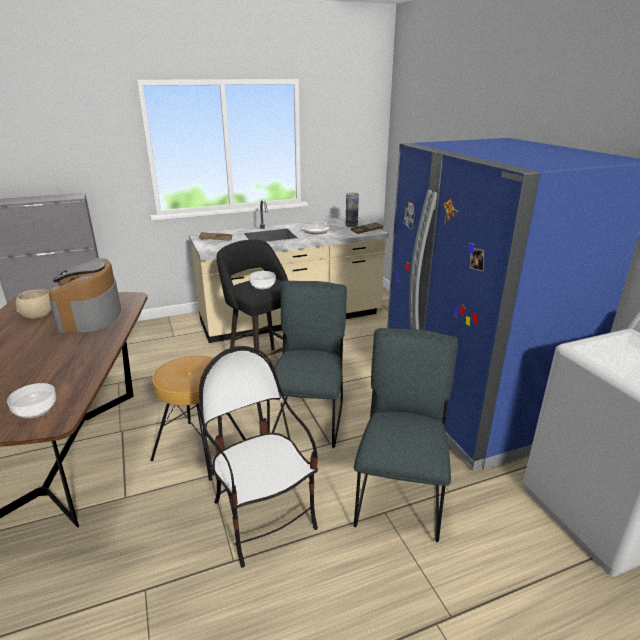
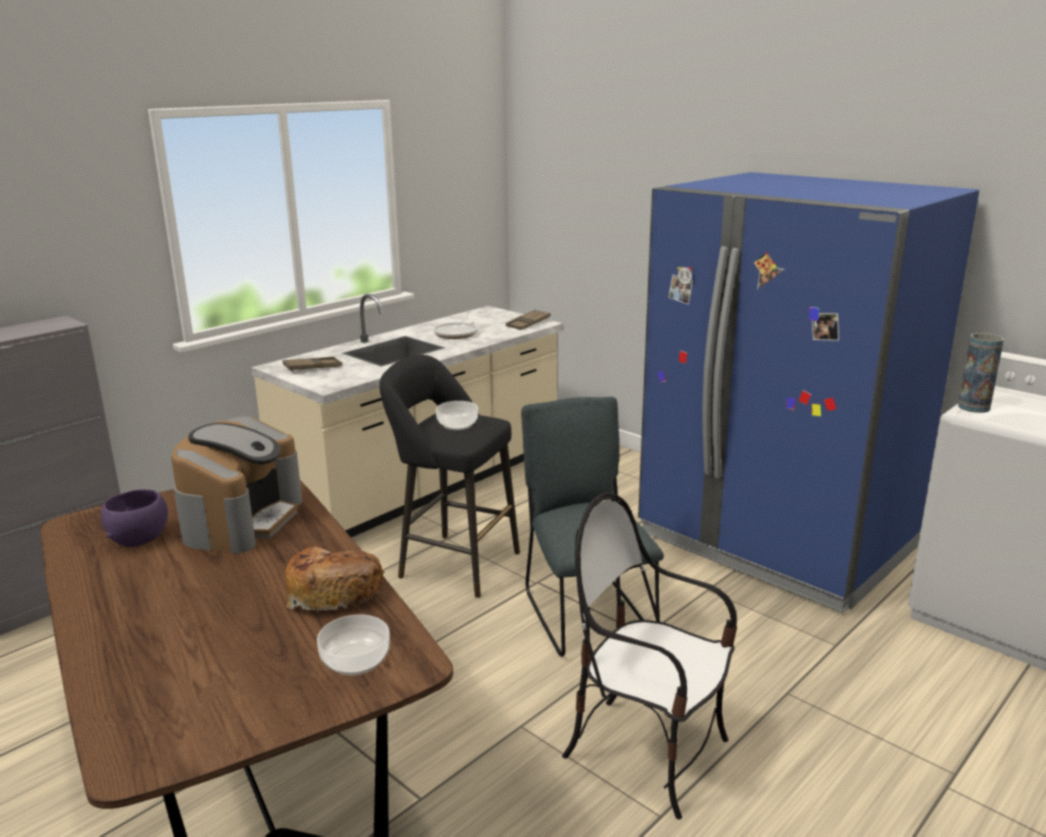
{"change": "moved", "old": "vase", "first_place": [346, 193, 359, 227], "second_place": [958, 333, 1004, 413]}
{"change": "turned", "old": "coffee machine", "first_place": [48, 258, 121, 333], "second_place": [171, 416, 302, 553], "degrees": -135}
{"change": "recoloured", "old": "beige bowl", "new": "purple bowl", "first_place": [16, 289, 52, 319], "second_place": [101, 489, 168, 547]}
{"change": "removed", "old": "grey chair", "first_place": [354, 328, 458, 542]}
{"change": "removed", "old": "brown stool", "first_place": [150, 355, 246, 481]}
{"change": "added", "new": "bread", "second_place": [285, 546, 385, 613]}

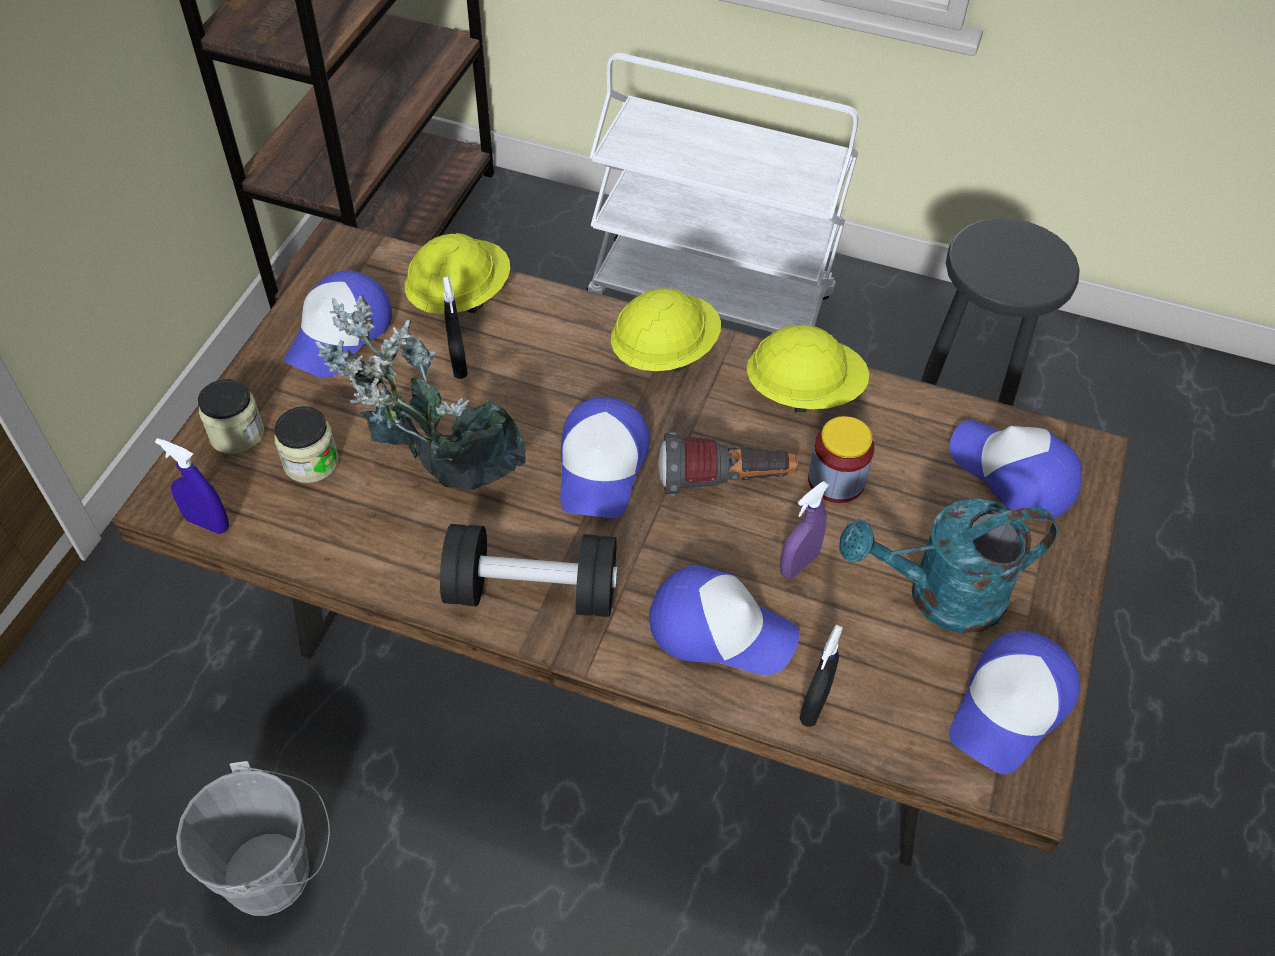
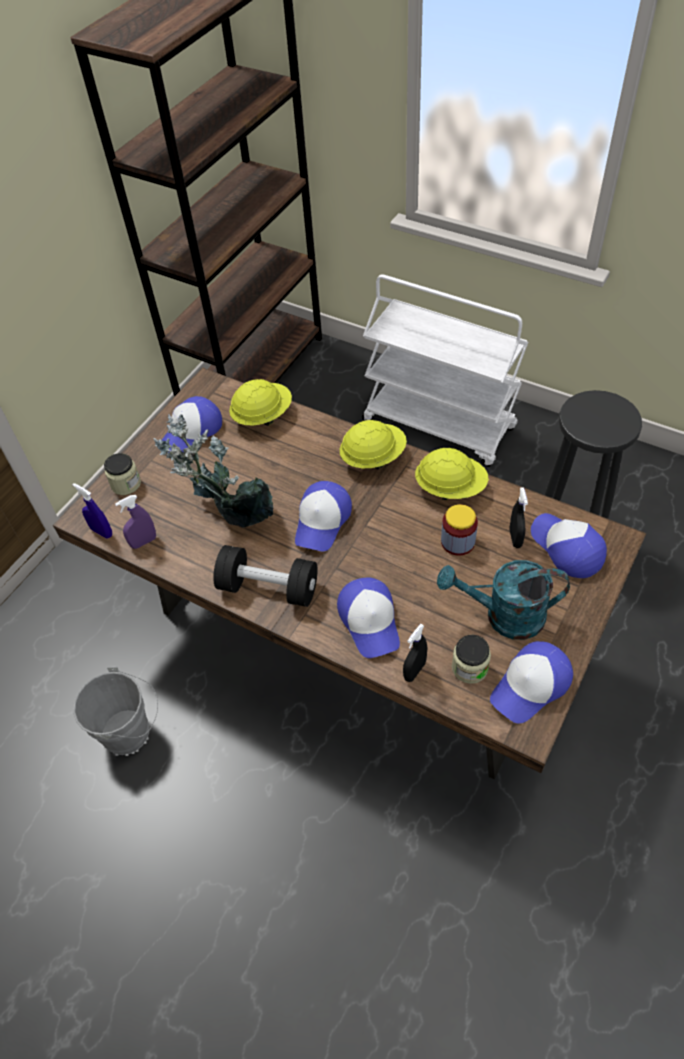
{"change": "moved", "old": "black spray bottle", "first_place": [443, 276, 468, 379], "second_place": [509, 487, 528, 548]}
{"change": "moved", "old": "jar", "first_place": [274, 406, 339, 483], "second_place": [452, 635, 491, 684]}
{"change": "removed", "old": "flashlight", "first_place": [658, 432, 799, 496]}
{"change": "moved", "old": "purple spray bottle", "first_place": [780, 481, 829, 579], "second_place": [115, 495, 156, 549]}
{"change": "turned", "old": "cap", "first_place": [649, 566, 799, 675], "second_place": [337, 578, 400, 658], "degrees": 45}

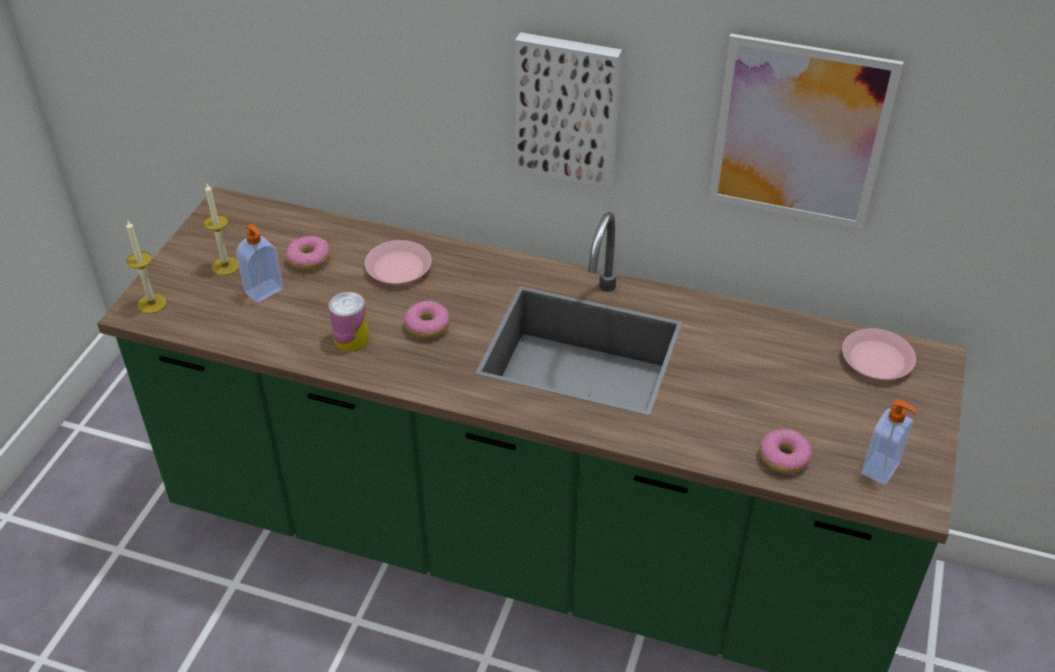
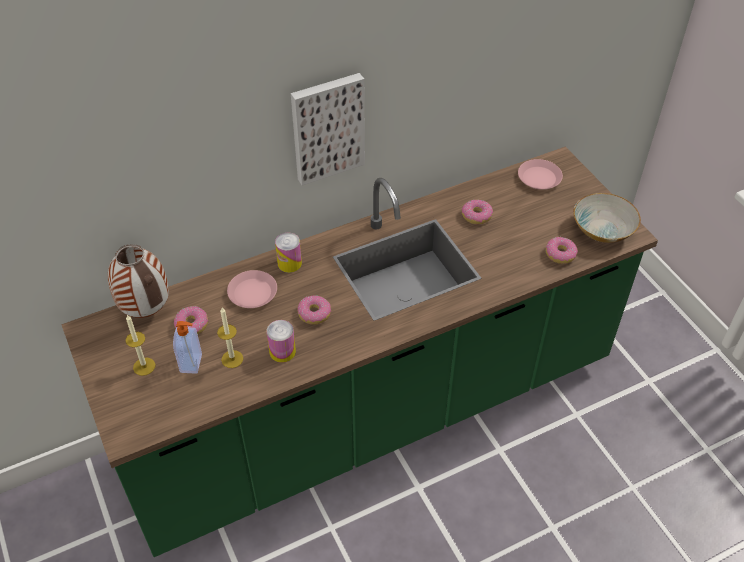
{"change": "removed", "old": "picture", "first_place": [709, 34, 903, 229]}
{"change": "moved", "old": "candle", "first_place": [126, 221, 167, 314], "second_place": [217, 308, 243, 368]}
{"change": "replaced", "old": "soap dispenser", "new": "bowl", "first_place": [861, 399, 917, 485], "second_place": [574, 193, 641, 243]}
{"change": "added", "new": "donut", "second_place": [462, 200, 493, 224]}
{"change": "added", "new": "can", "second_place": [275, 233, 302, 273]}
{"change": "added", "new": "vase", "second_place": [108, 244, 169, 318]}

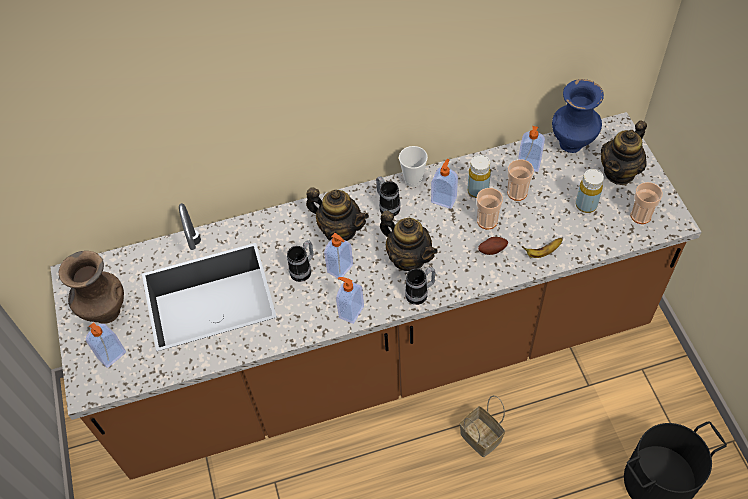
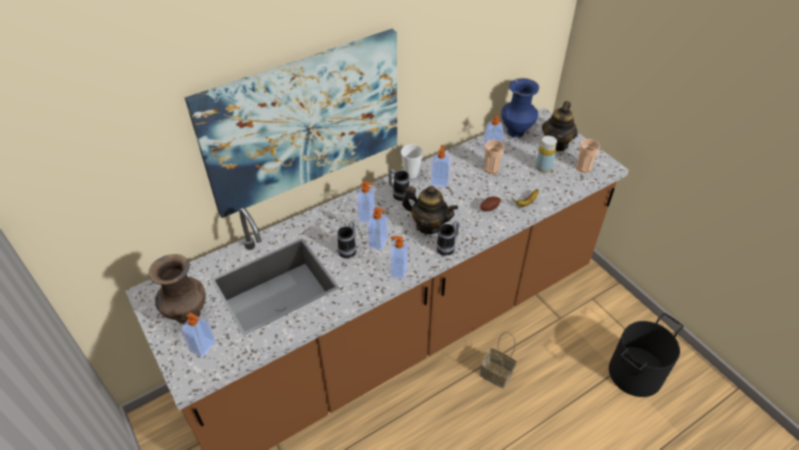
{"change": "removed", "old": "yellow bottle", "first_place": [467, 155, 491, 198]}
{"change": "replaced", "old": "teapot", "new": "soap dispenser", "first_place": [306, 187, 369, 241], "second_place": [357, 181, 375, 223]}
{"change": "removed", "old": "cup", "first_place": [477, 188, 503, 230]}
{"change": "added", "new": "picture", "second_place": [185, 29, 397, 218]}

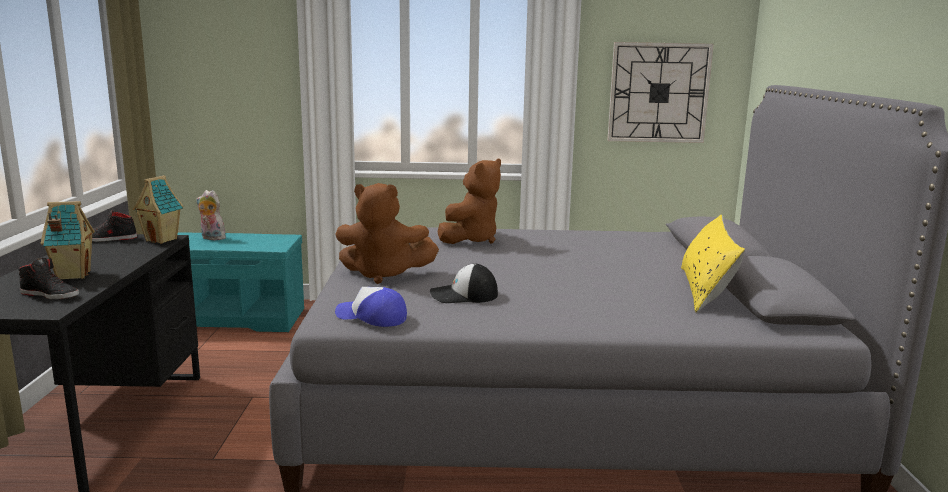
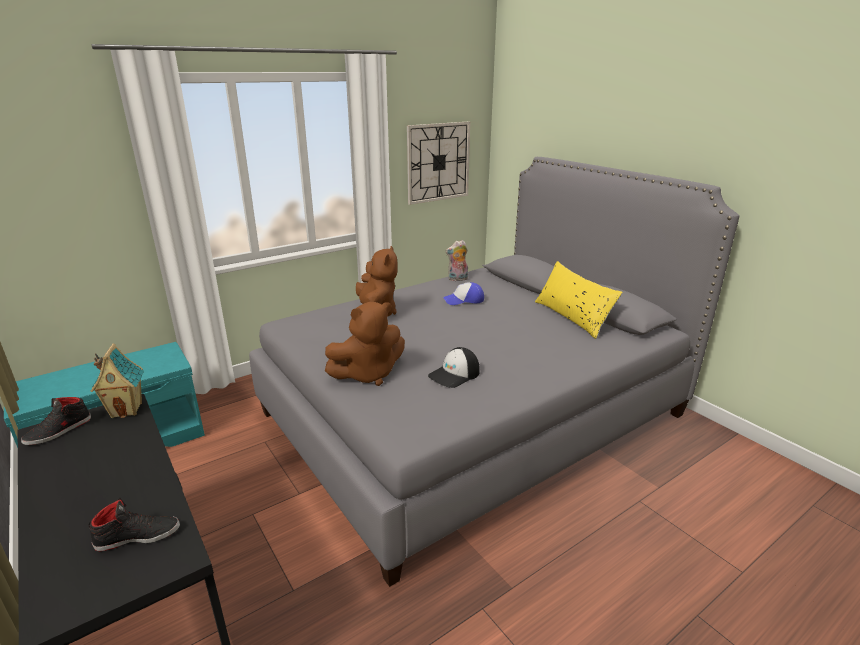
{"change": "moved", "old": "plush toy", "first_place": [196, 190, 226, 240], "second_place": [445, 240, 468, 281]}
{"change": "removed", "old": "toy house", "first_place": [41, 201, 95, 279]}
{"change": "moved", "old": "cap", "first_place": [335, 287, 407, 327], "second_place": [443, 282, 484, 305]}

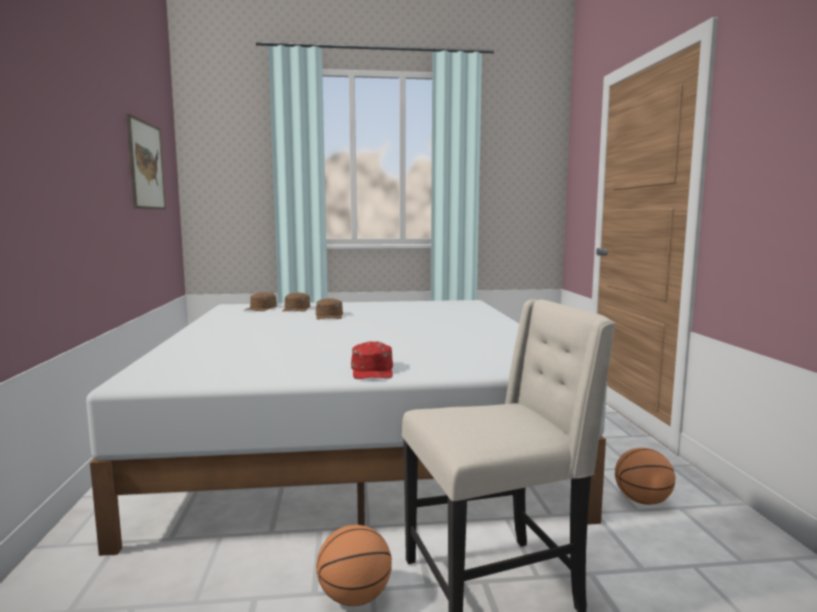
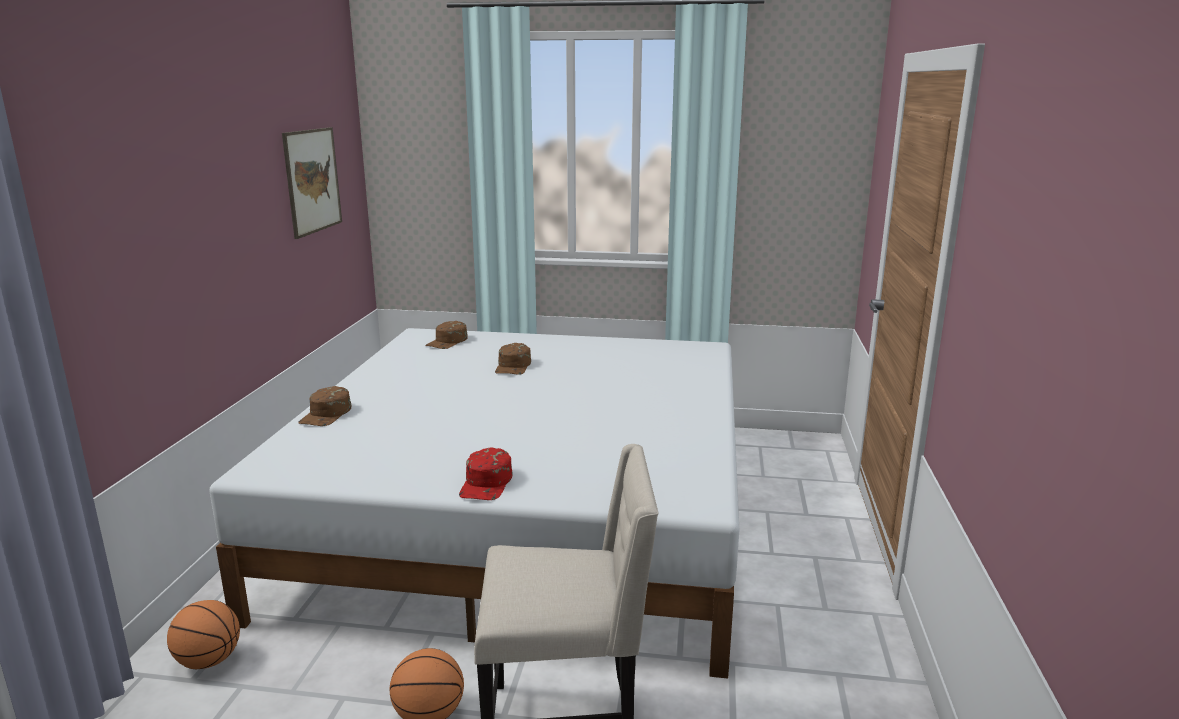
{"change": "moved", "old": "brown cap", "first_place": [282, 293, 310, 312], "second_place": [298, 386, 351, 426]}
{"change": "moved", "old": "basketball", "first_place": [615, 448, 675, 505], "second_place": [167, 600, 240, 669]}

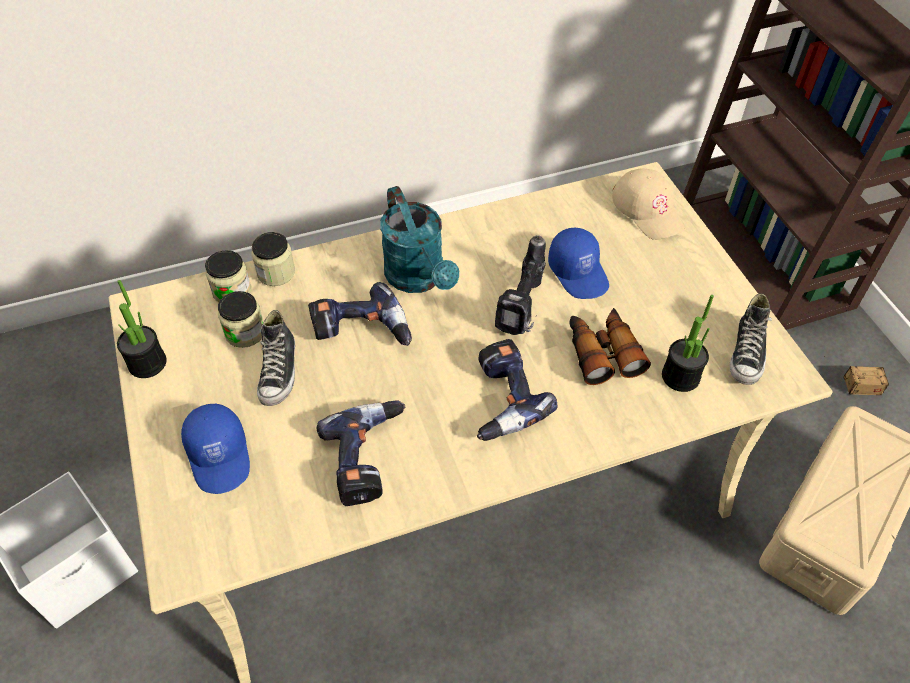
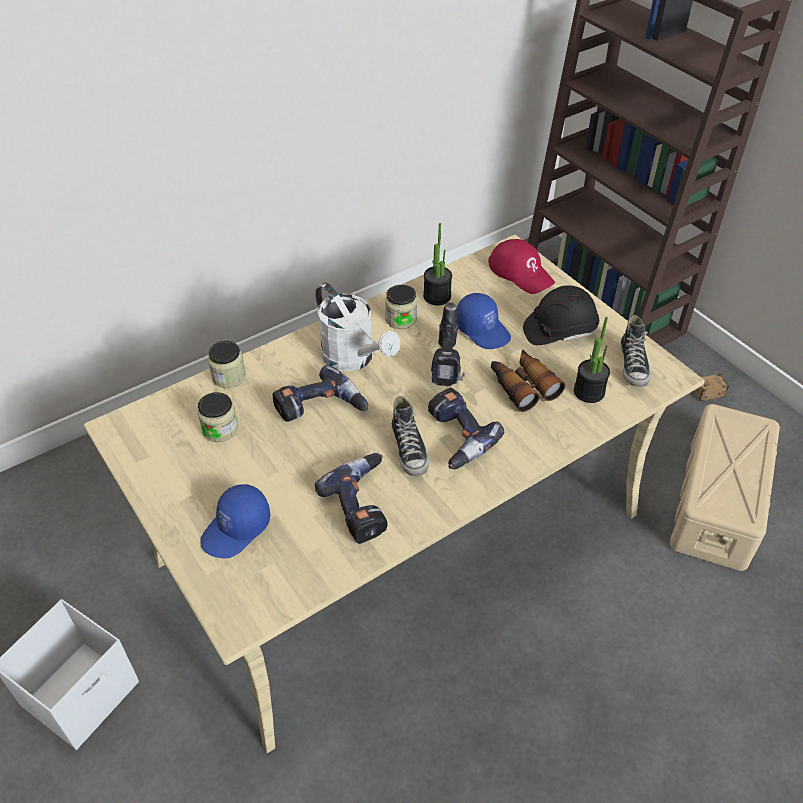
{"change": "recoloured", "old": "beige cap", "new": "red cap", "first_place": [612, 168, 685, 240], "second_place": [488, 239, 555, 294]}
{"change": "recoloured", "old": "turquoise watering can", "new": "white watering can", "first_place": [380, 186, 459, 293], "second_place": [315, 283, 400, 371]}
{"change": "moved", "old": "jar", "first_place": [205, 250, 251, 302], "second_place": [385, 285, 417, 329]}
{"change": "moved", "old": "potted plant", "first_place": [117, 280, 166, 378], "second_place": [423, 223, 452, 305]}
{"change": "moved", "old": "shoe", "first_place": [257, 310, 295, 406], "second_place": [392, 396, 429, 476]}
{"change": "turned", "old": "blue cap", "first_place": [181, 403, 250, 494], "second_place": [200, 484, 270, 558], "degrees": 75}
{"change": "added", "new": "black hard hat", "second_place": [523, 286, 599, 345]}

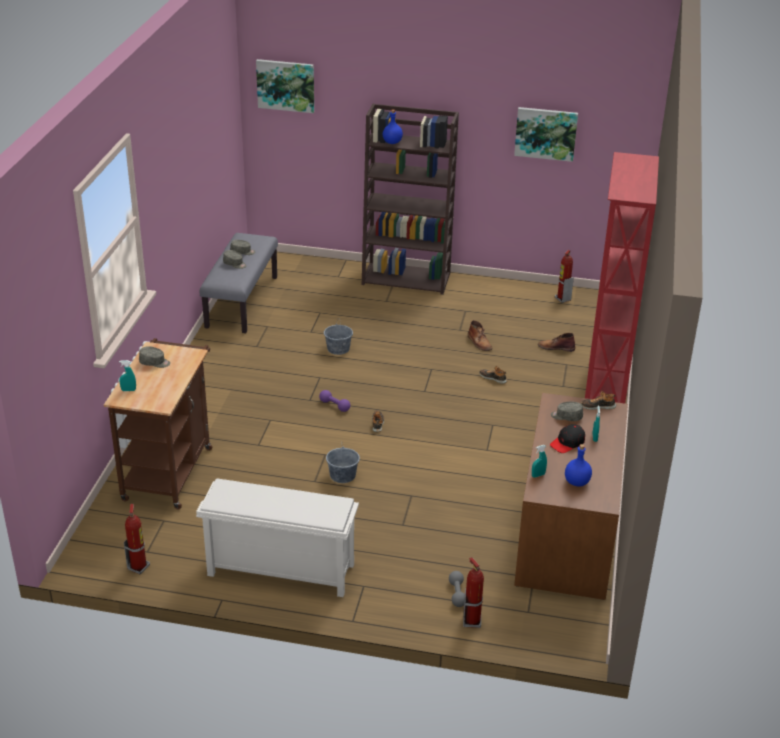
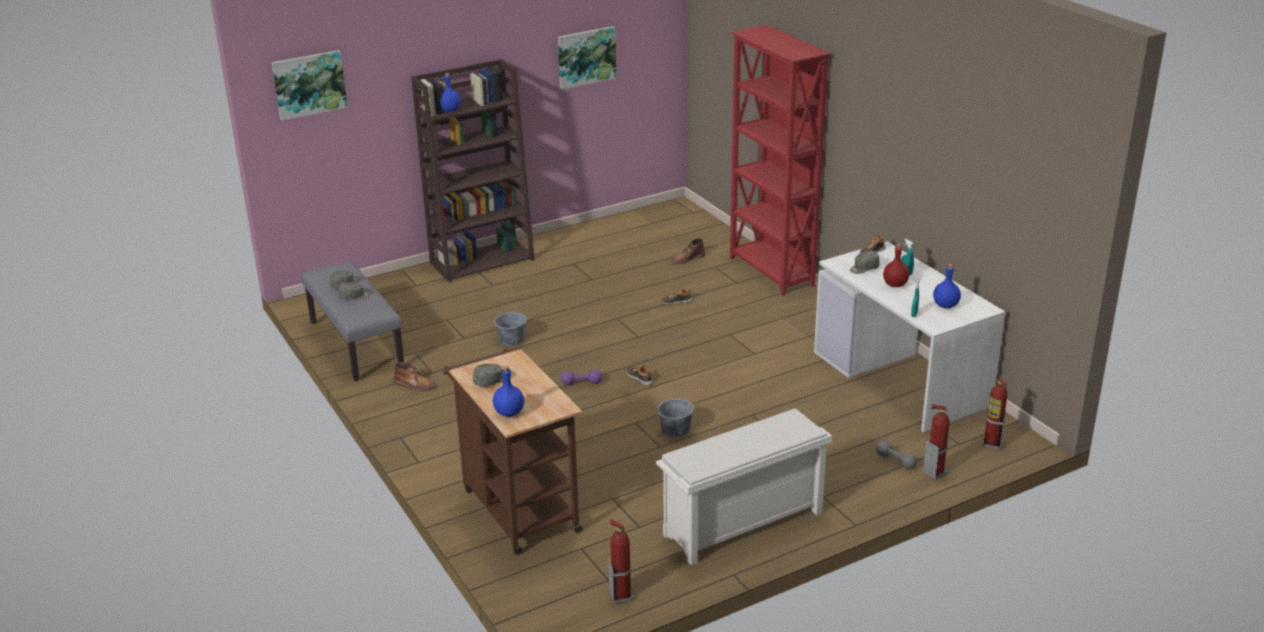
{"change": "moved", "old": "fire extinguisher", "first_place": [555, 250, 574, 303], "second_place": [982, 377, 1008, 450]}
{"change": "moved", "old": "brown boot", "first_place": [468, 320, 492, 351], "second_place": [394, 362, 436, 391]}
{"change": "replaced", "old": "turquoise spray bottle", "new": "blue bottle", "first_place": [119, 360, 136, 391], "second_place": [493, 366, 524, 417]}
{"change": "recoloured", "old": "brown desk", "new": "white desk", "first_place": [514, 393, 628, 600], "second_place": [814, 242, 1006, 433]}
{"change": "replaced", "old": "black cap", "new": "red bottle", "first_place": [550, 424, 585, 453], "second_place": [883, 244, 909, 287]}

